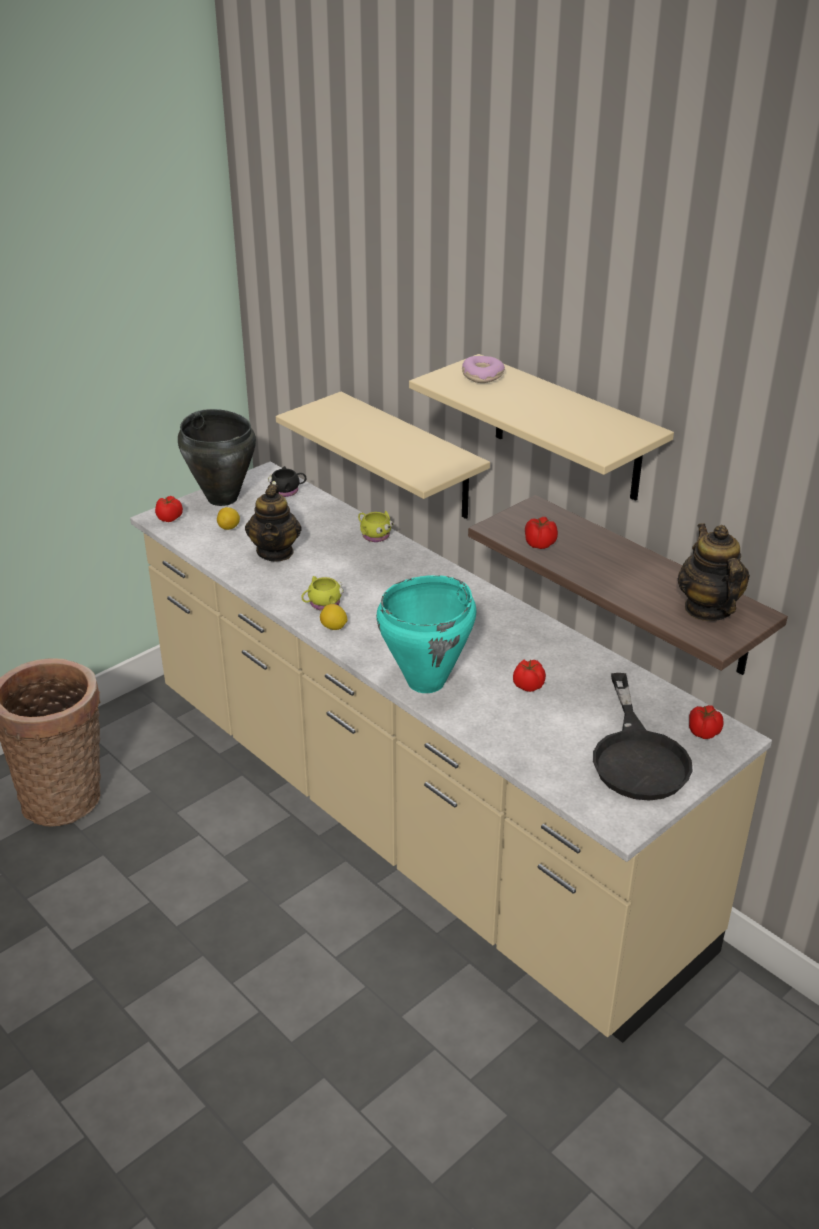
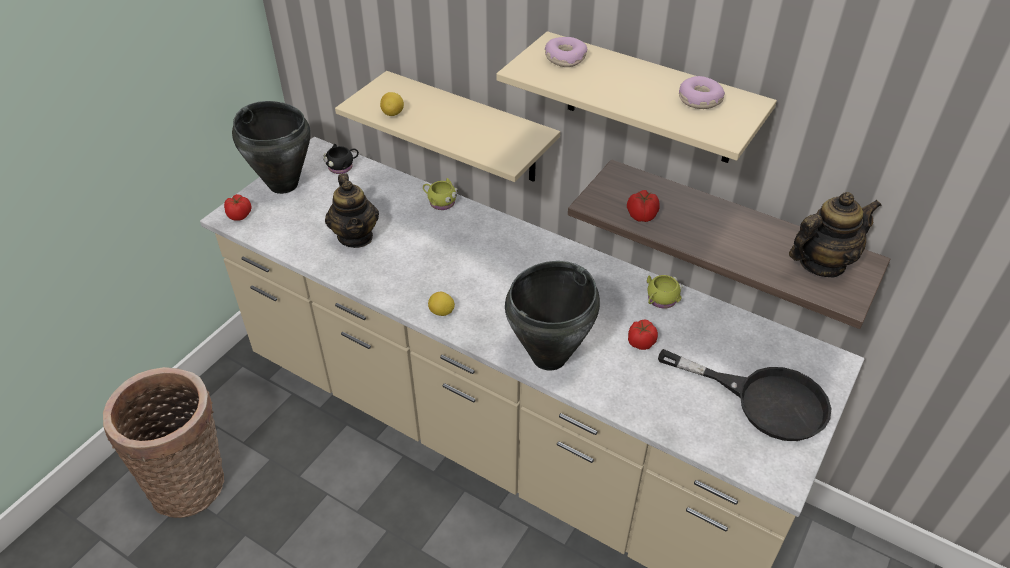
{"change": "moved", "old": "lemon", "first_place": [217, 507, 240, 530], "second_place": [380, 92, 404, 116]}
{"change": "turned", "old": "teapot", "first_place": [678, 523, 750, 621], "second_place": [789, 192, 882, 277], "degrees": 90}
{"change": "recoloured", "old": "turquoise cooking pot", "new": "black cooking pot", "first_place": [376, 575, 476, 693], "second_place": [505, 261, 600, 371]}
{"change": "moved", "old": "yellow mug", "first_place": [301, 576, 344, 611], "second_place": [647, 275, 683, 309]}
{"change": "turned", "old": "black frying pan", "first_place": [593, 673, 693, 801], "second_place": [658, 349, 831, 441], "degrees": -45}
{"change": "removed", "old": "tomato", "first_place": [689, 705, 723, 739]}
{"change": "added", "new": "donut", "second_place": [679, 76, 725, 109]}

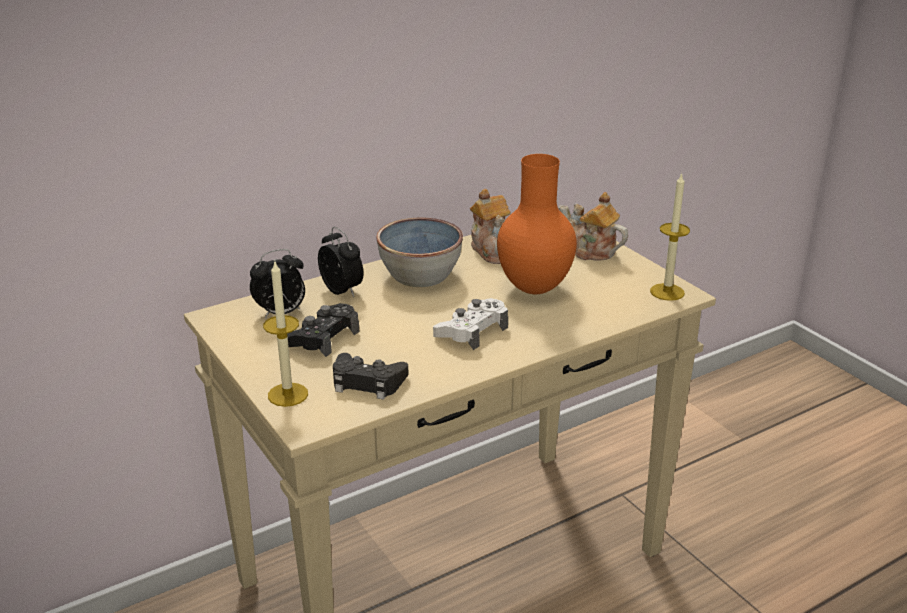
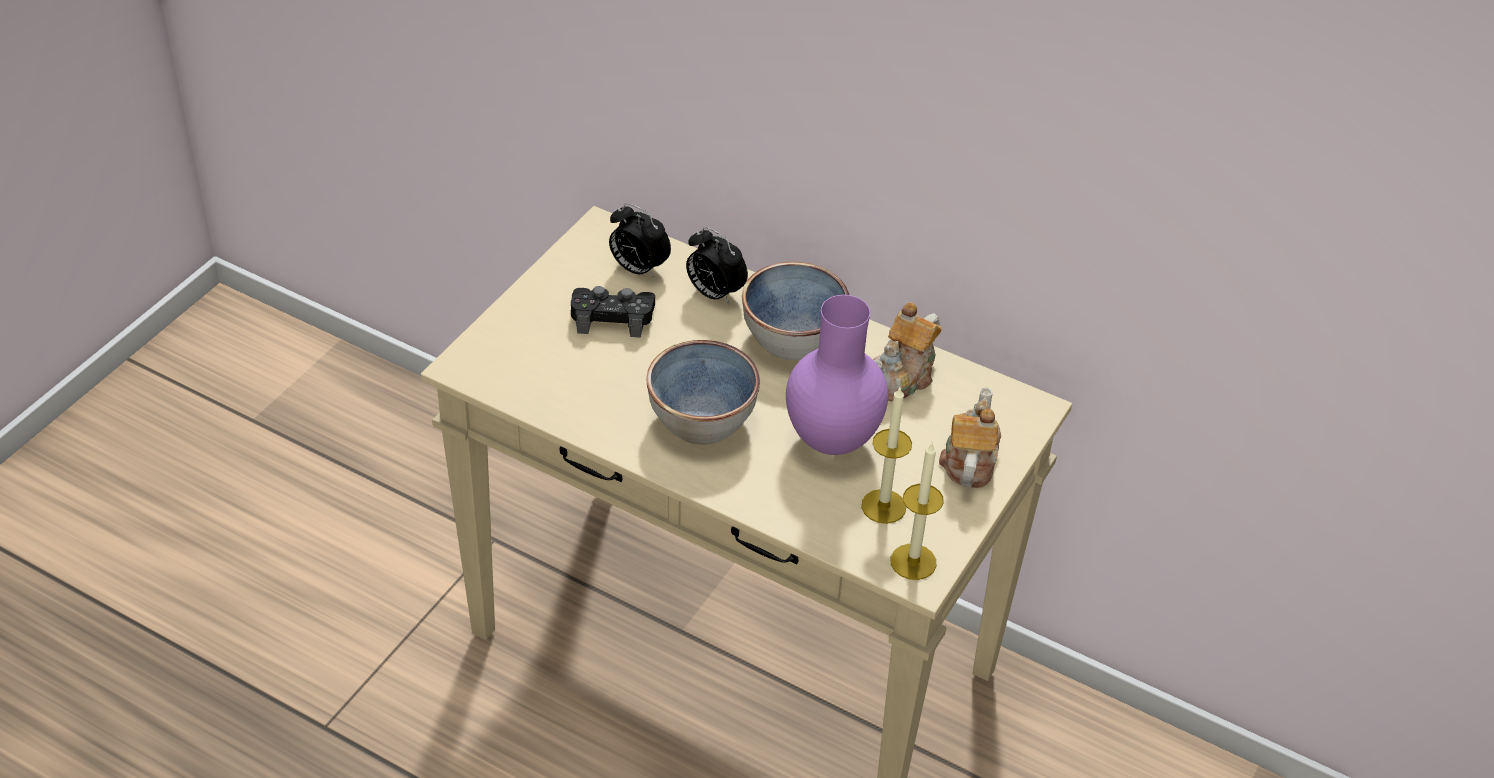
{"change": "recoloured", "old": "orange vase", "new": "purple vase", "first_place": [497, 154, 577, 294], "second_place": [786, 295, 888, 455]}
{"change": "turned", "old": "alarm clock", "first_place": [318, 227, 363, 297], "second_place": [686, 227, 748, 304], "degrees": 105}
{"change": "moved", "old": "candle", "first_place": [263, 260, 308, 407], "second_place": [861, 387, 912, 524]}
{"change": "replaced", "old": "white game controller", "new": "bowl", "first_place": [433, 298, 508, 350], "second_place": [646, 340, 760, 444]}
{"change": "removed", "old": "black game controller", "first_place": [333, 353, 408, 400]}

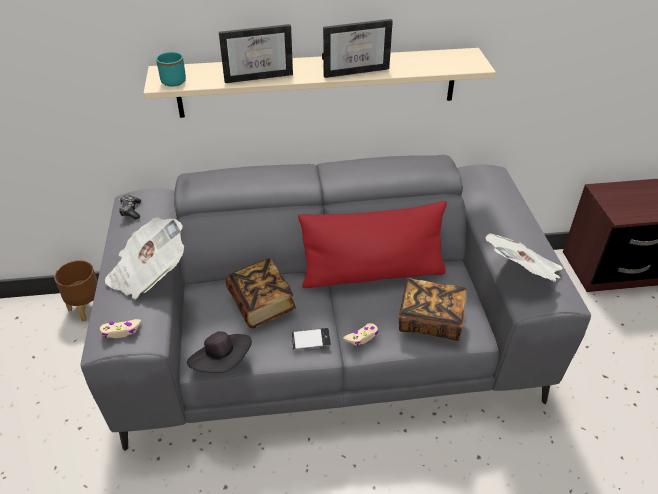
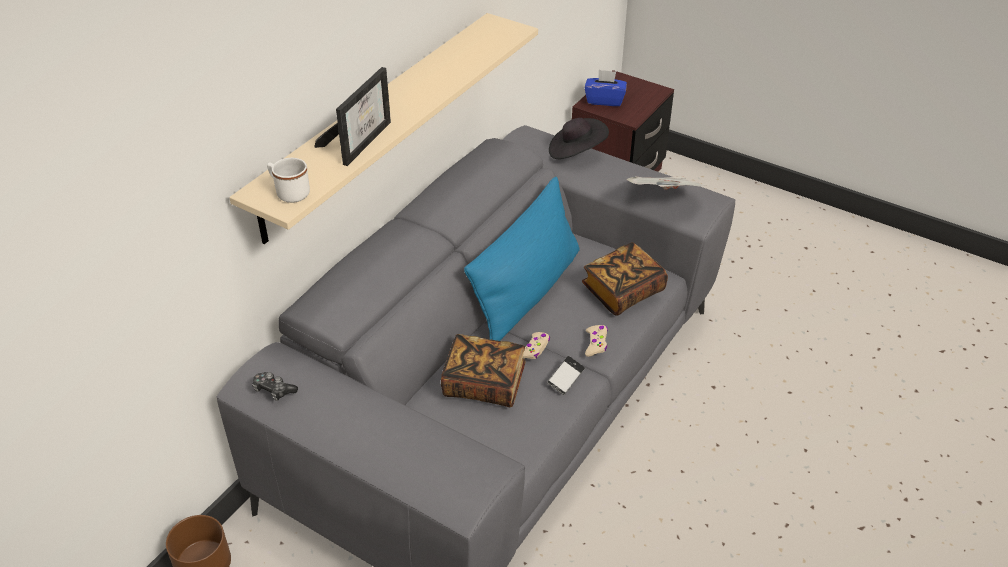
{"change": "removed", "old": "picture frame", "first_place": [322, 19, 393, 78]}
{"change": "recoloured", "old": "turquoise mug", "new": "white mug", "first_place": [156, 52, 186, 86], "second_place": [267, 158, 310, 203]}
{"change": "recoloured", "old": "red pillow", "new": "blue pillow", "first_place": [298, 201, 447, 288], "second_place": [464, 177, 579, 341]}
{"change": "removed", "old": "newspaper", "first_place": [105, 217, 184, 299]}
{"change": "moved", "old": "beige game controller", "first_place": [100, 319, 141, 338], "second_place": [523, 332, 550, 359]}
{"change": "moved", "old": "black hat", "first_place": [187, 331, 252, 373], "second_place": [549, 118, 609, 159]}
{"change": "added", "new": "blue tissue box", "second_place": [585, 70, 627, 106]}

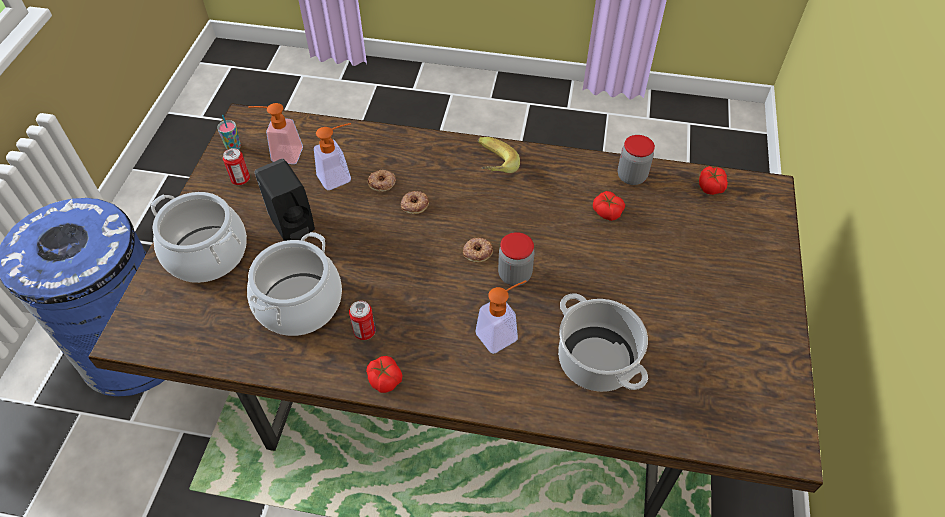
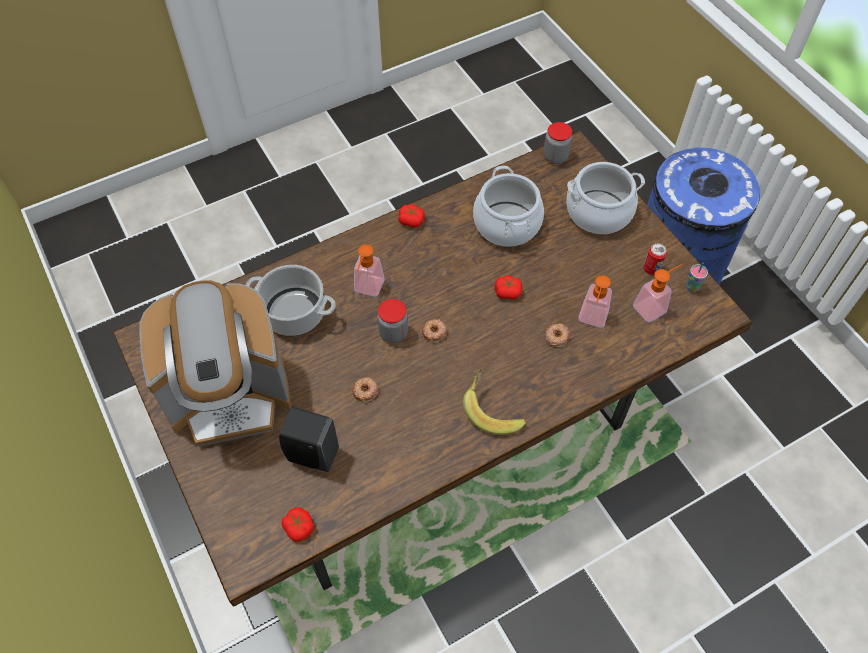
{"change": "moved", "old": "jar", "first_place": [618, 135, 655, 185], "second_place": [544, 122, 572, 164]}
{"change": "moved", "old": "black soap dispenser", "first_place": [254, 159, 315, 241], "second_place": [279, 407, 339, 472]}
{"change": "moved", "old": "donut", "first_place": [400, 191, 429, 214], "second_place": [352, 377, 378, 402]}
{"change": "moved", "old": "tomato", "first_place": [593, 191, 625, 221], "second_place": [495, 275, 522, 299]}
{"change": "removed", "old": "can", "first_place": [349, 301, 376, 340]}
{"change": "added", "new": "coffee machine", "second_place": [139, 280, 291, 447]}

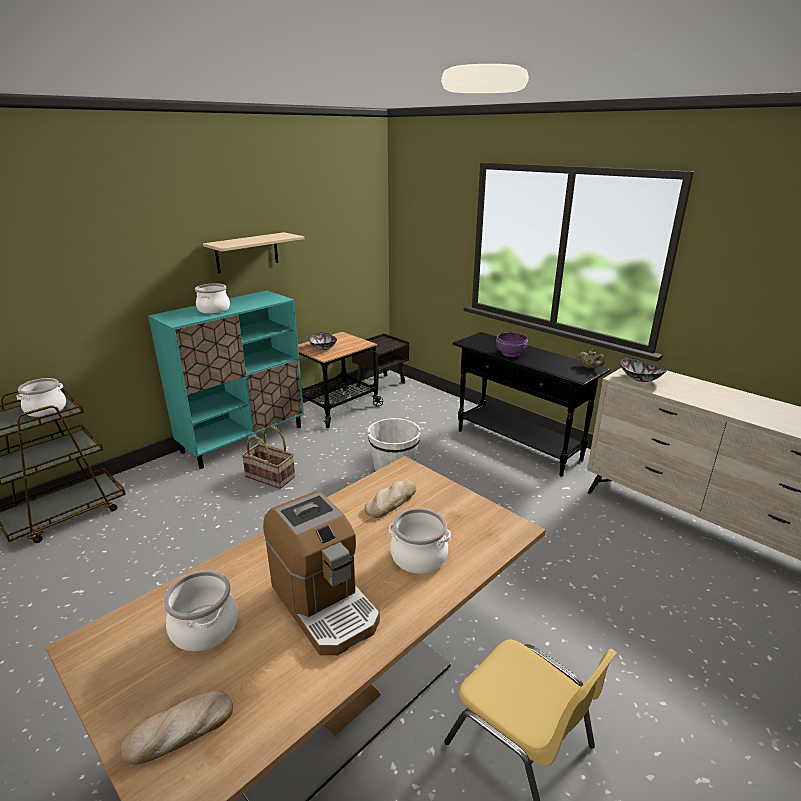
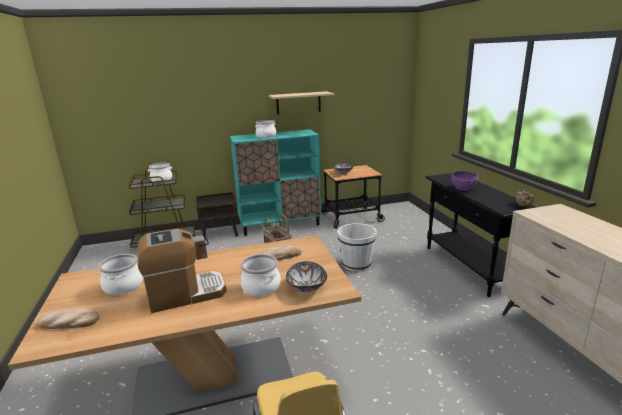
{"change": "moved", "old": "brown nightstand", "first_place": [352, 333, 409, 395], "second_place": [196, 192, 238, 241]}
{"change": "moved", "old": "bowl", "first_place": [620, 357, 667, 382], "second_place": [286, 261, 327, 293]}
{"change": "turned", "old": "coffee machine", "first_place": [263, 491, 380, 655], "second_place": [138, 228, 227, 313], "degrees": -105}

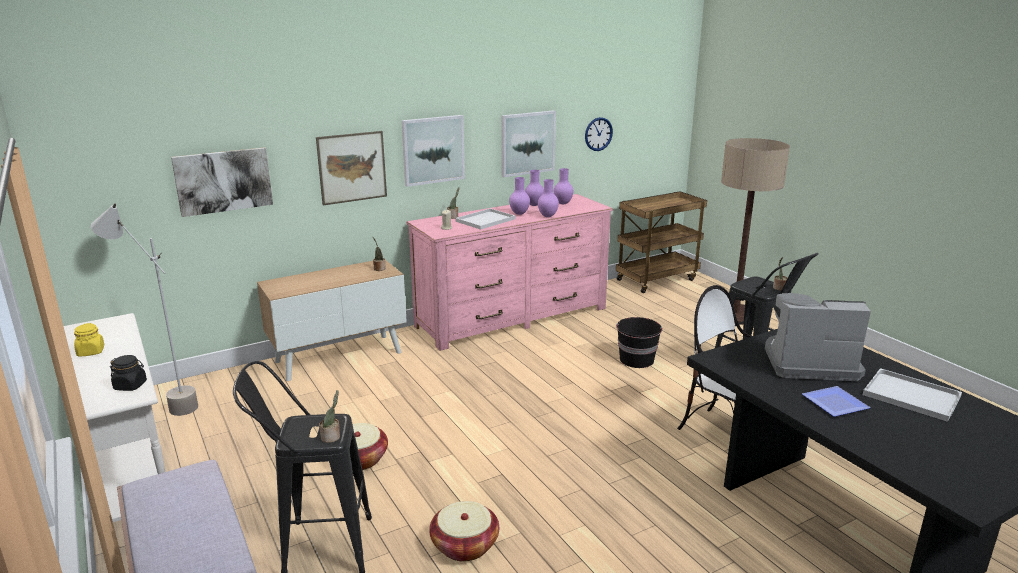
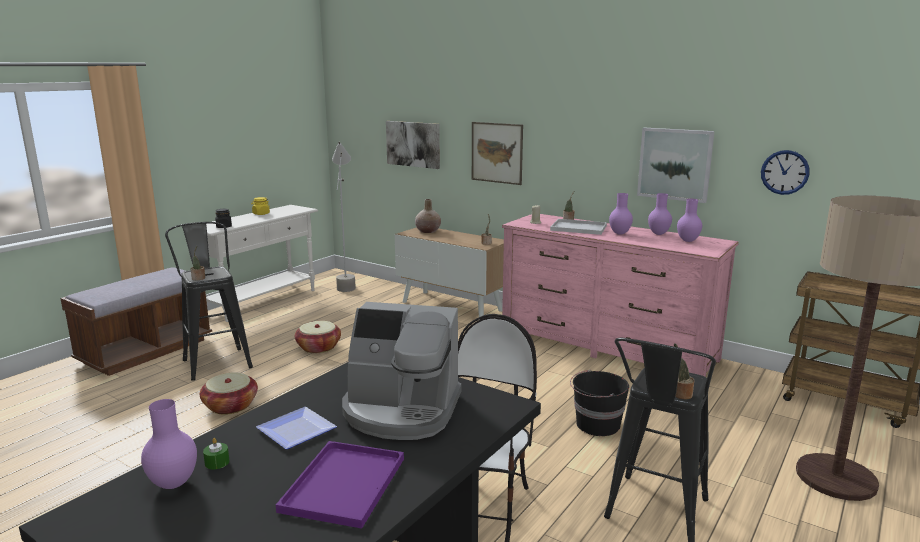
{"change": "removed", "old": "picture", "first_place": [401, 115, 465, 187]}
{"change": "moved", "old": "purple vase", "first_place": [538, 179, 559, 217], "second_place": [141, 399, 197, 489]}
{"change": "turned", "old": "coffee machine", "first_place": [765, 293, 871, 381], "second_place": [342, 302, 461, 440], "degrees": 120}
{"change": "recoloured", "old": "white tray", "new": "purple tray", "first_place": [863, 368, 962, 422], "second_place": [276, 441, 404, 529]}
{"change": "added", "new": "beige vase", "second_place": [415, 199, 441, 233]}
{"change": "added", "new": "green candle", "second_place": [203, 438, 230, 469]}

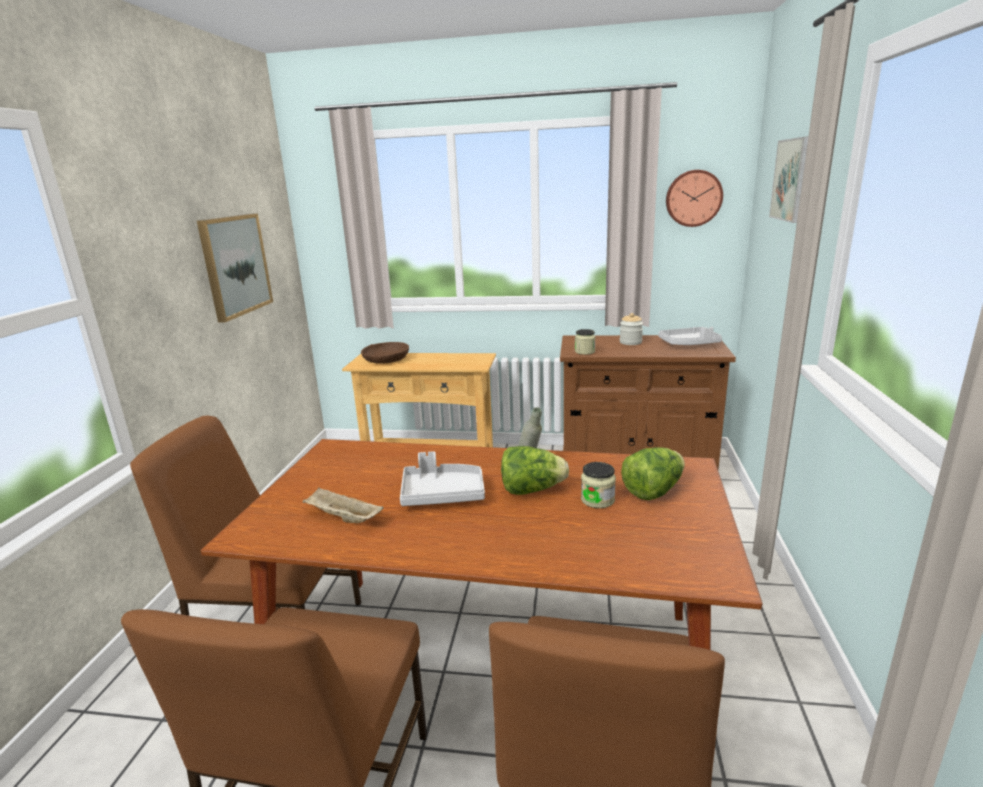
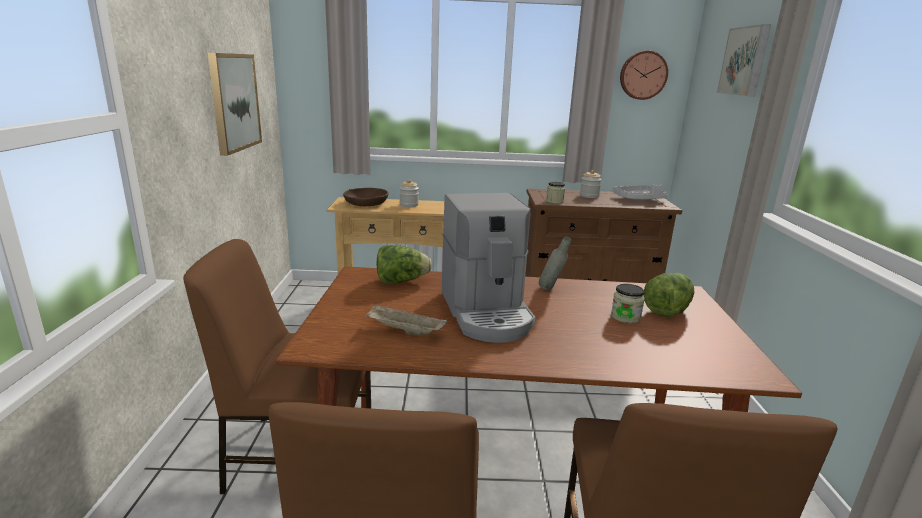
{"change": "moved", "old": "lettuce", "first_place": [501, 446, 569, 495], "second_place": [376, 245, 432, 284]}
{"change": "replaced", "old": "grey tray", "new": "coffee machine", "first_place": [400, 451, 485, 506], "second_place": [442, 193, 535, 343]}
{"change": "added", "new": "jar", "second_place": [399, 179, 419, 207]}

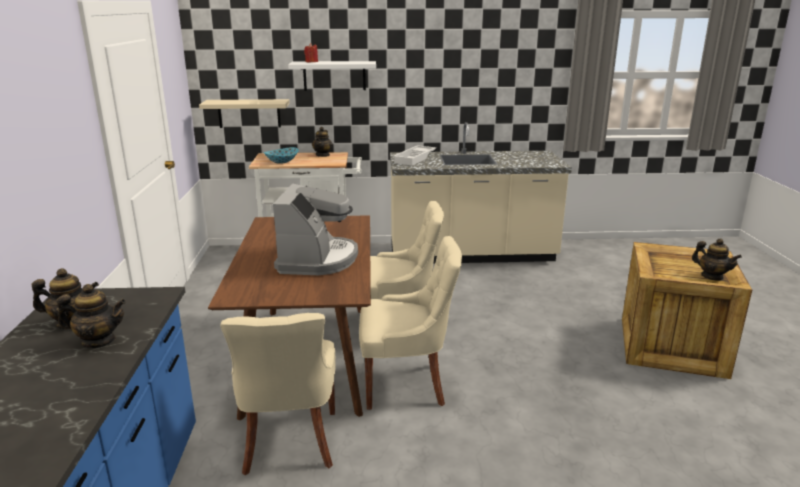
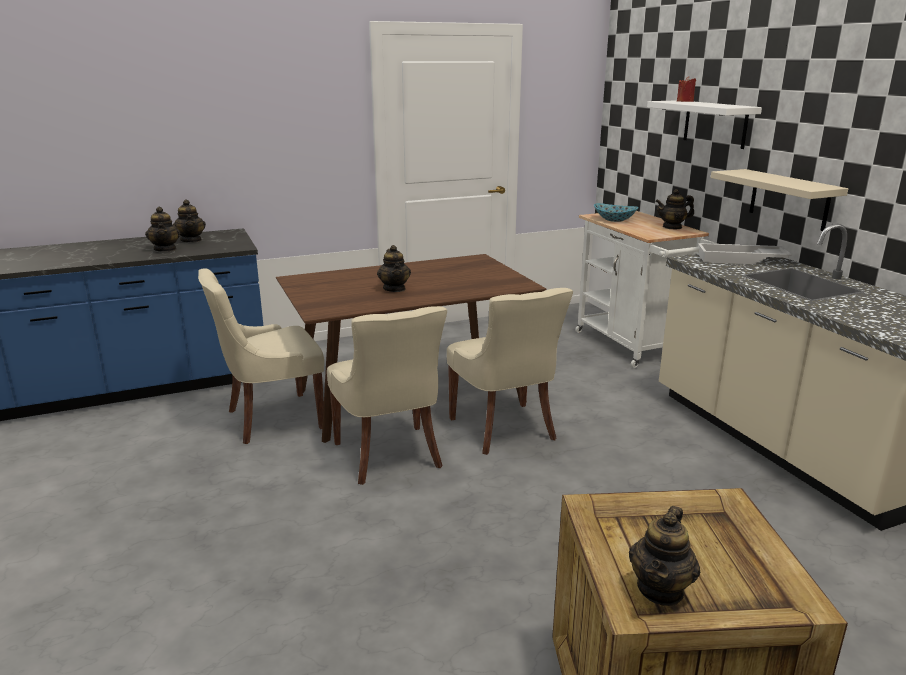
{"change": "moved", "old": "beige shelf", "first_place": [199, 99, 290, 128], "second_place": [711, 169, 848, 231]}
{"change": "replaced", "old": "coffee machine", "new": "teapot", "first_place": [273, 183, 358, 275], "second_place": [377, 245, 411, 292]}

